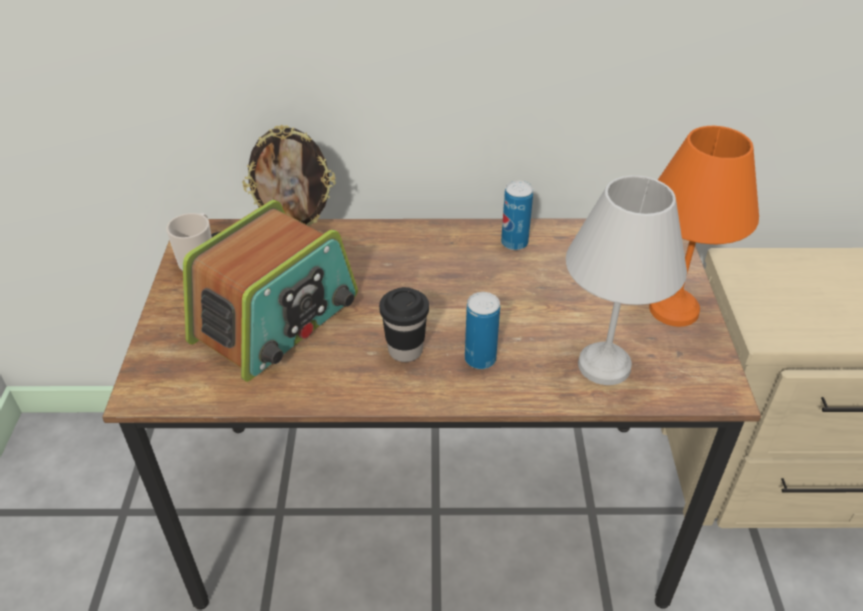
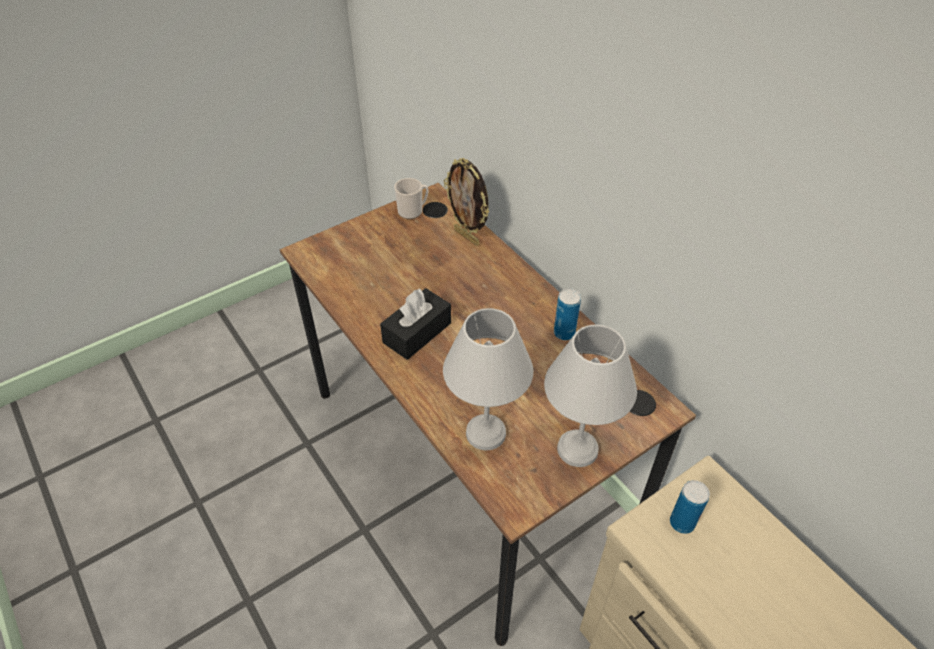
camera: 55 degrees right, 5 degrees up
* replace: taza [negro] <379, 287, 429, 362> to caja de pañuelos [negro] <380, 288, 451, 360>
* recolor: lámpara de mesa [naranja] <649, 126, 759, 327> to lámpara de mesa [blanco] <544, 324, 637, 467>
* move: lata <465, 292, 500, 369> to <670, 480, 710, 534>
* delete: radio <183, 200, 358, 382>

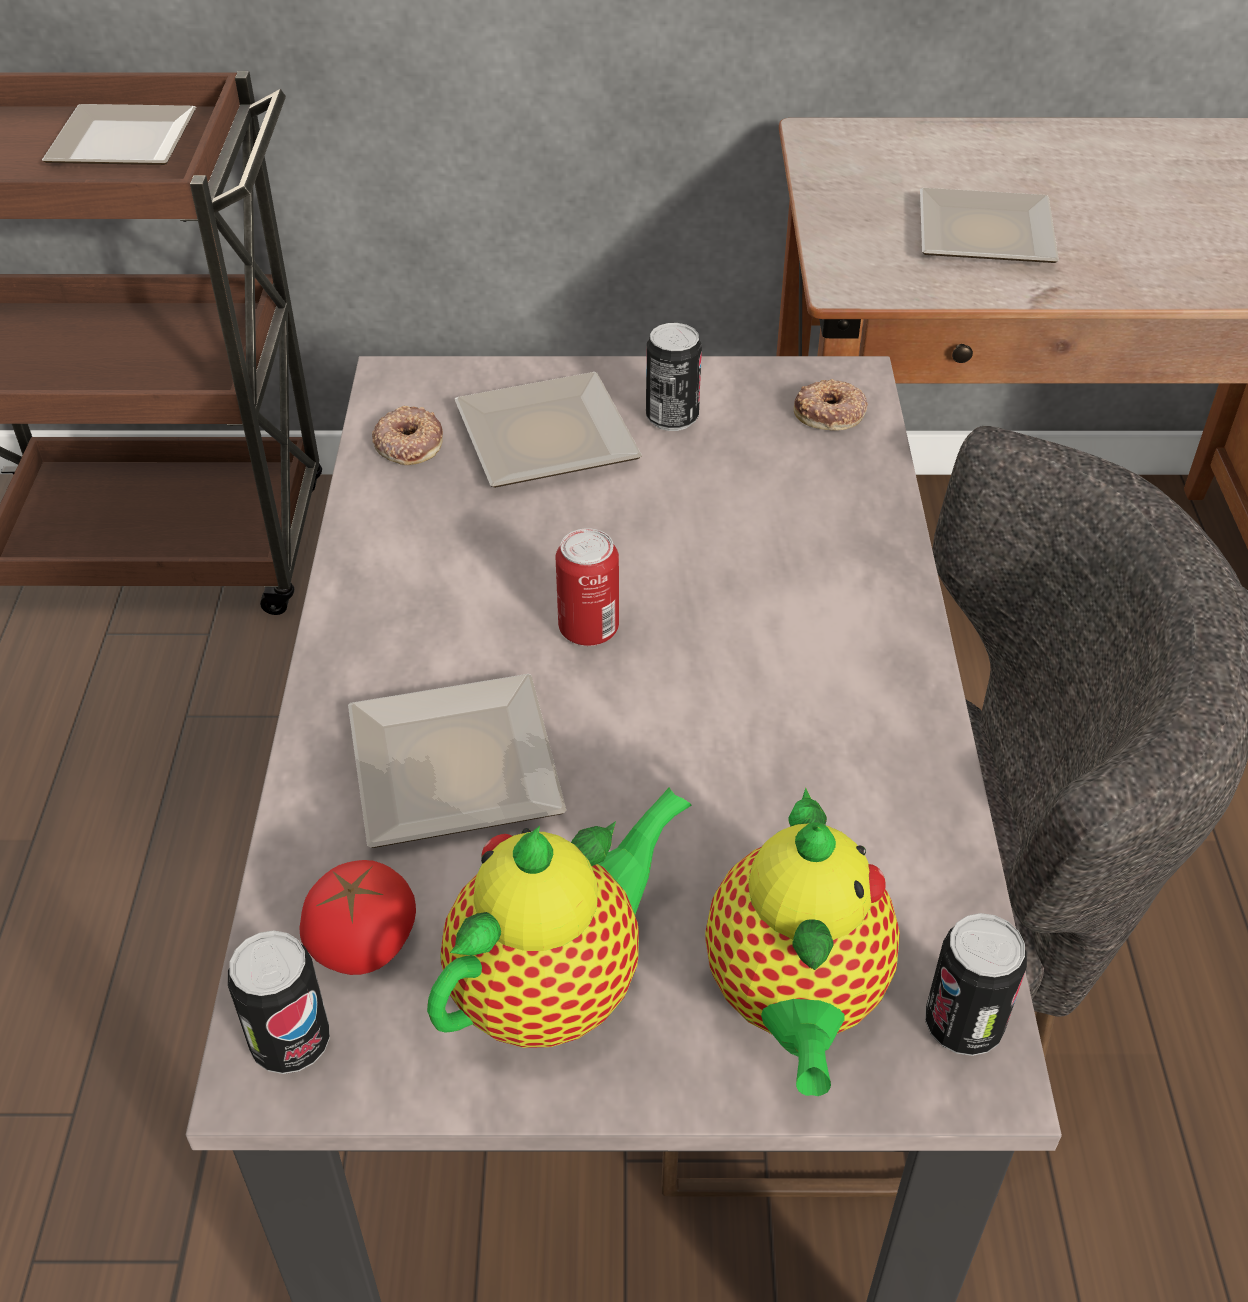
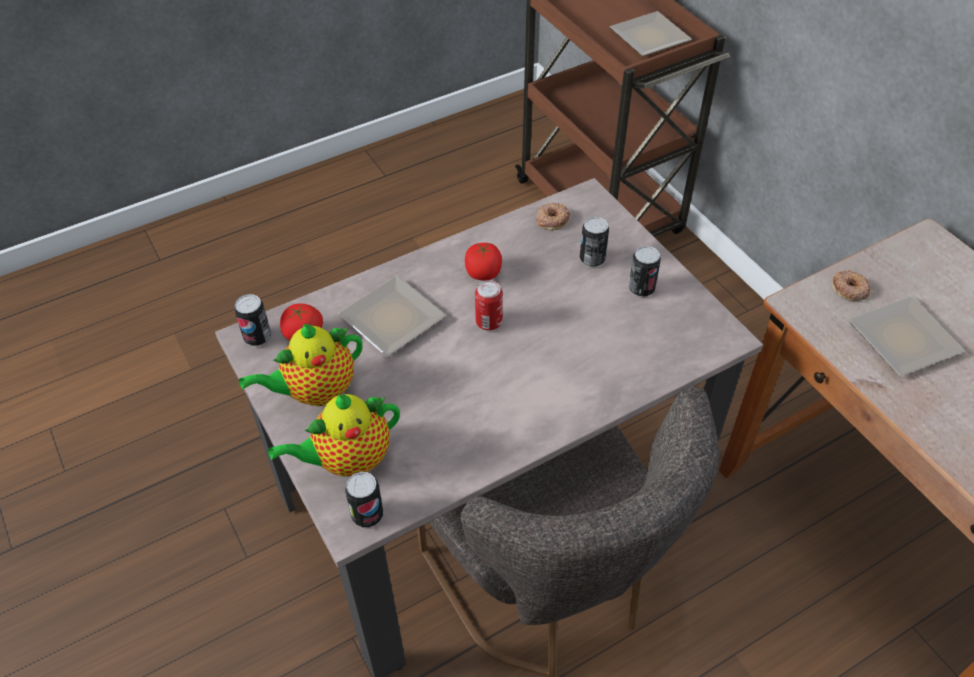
camera: 60 degrees right, 5 degrees up
* rotate: tetera <427, 788, 692, 1048> = <239, 324, 363, 406> 135 degrees clockwise
* insert: tomate <465, 243, 502, 281>
* replace: plato <455, 372, 642, 488> to lata <580, 217, 609, 267>
* move: rosquilla <794, 379, 868, 431> to <832, 270, 871, 301>

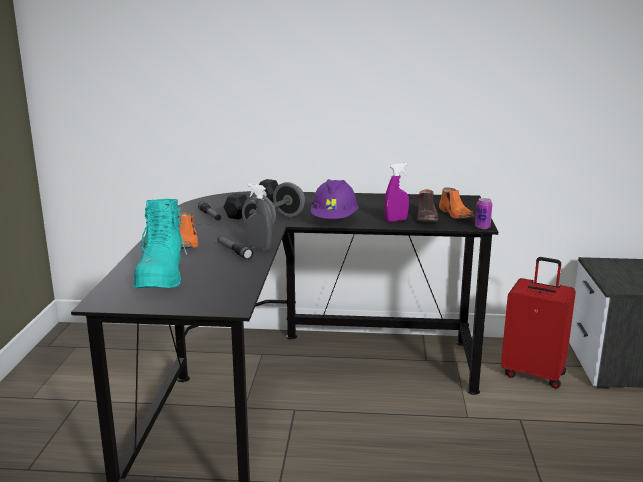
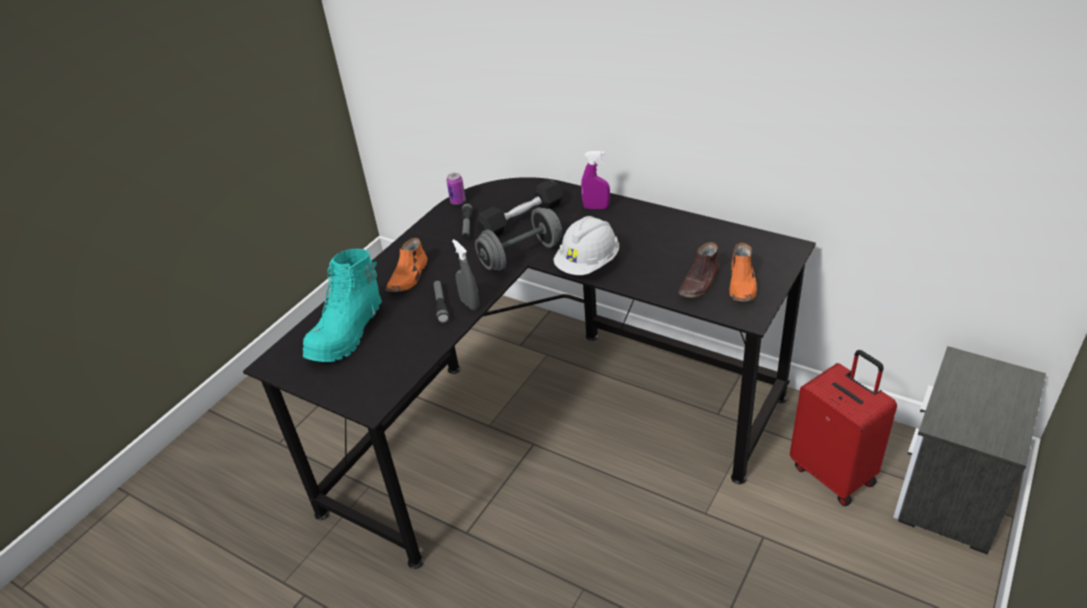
camera: 30 degrees right, 20 degrees up
* move: lata <475, 198, 492, 229> to <447, 173, 466, 205>
* recolor: casco [morado] <311, 179, 358, 219> to casco [blanco] <553, 216, 619, 275>
* move: pulverizador [morado] <385, 163, 409, 222> to <581, 151, 610, 209>

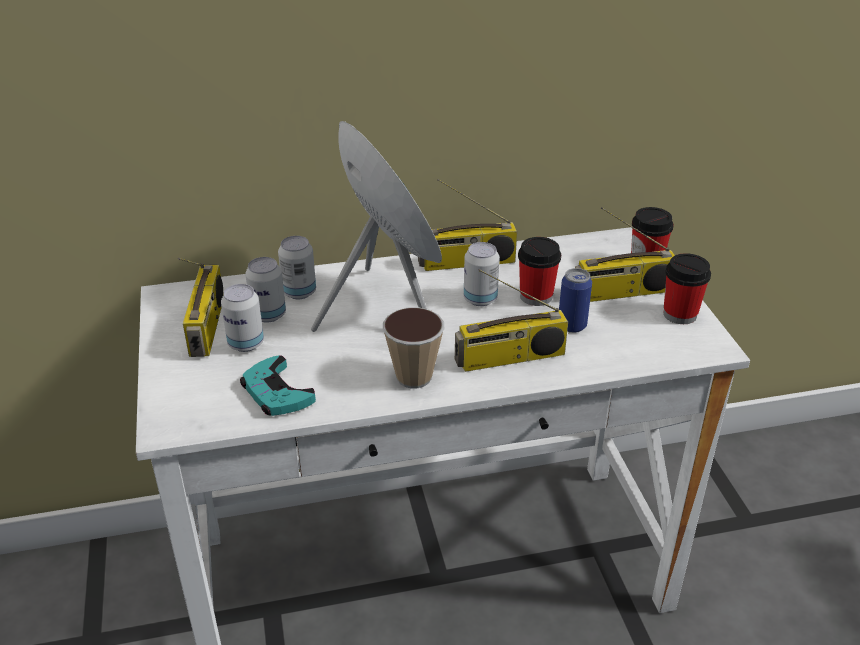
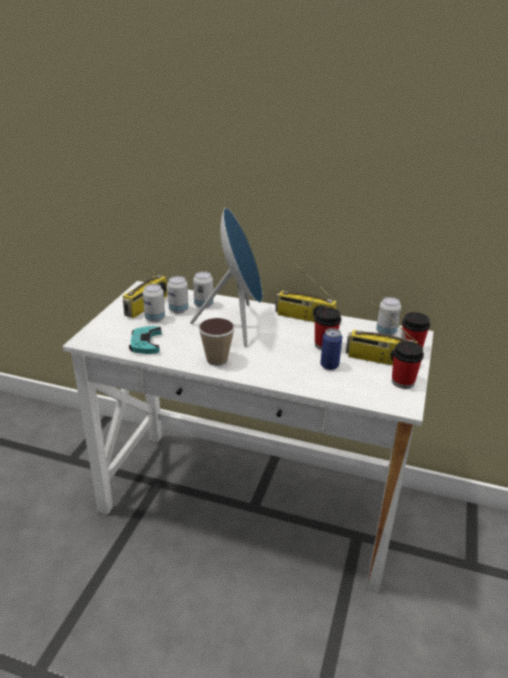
camera: 30 degrees right, 5 degrees down
* move: lata <464, 242, 500, 306> to <376, 297, 401, 336>
* delete: radio <455, 269, 568, 372>

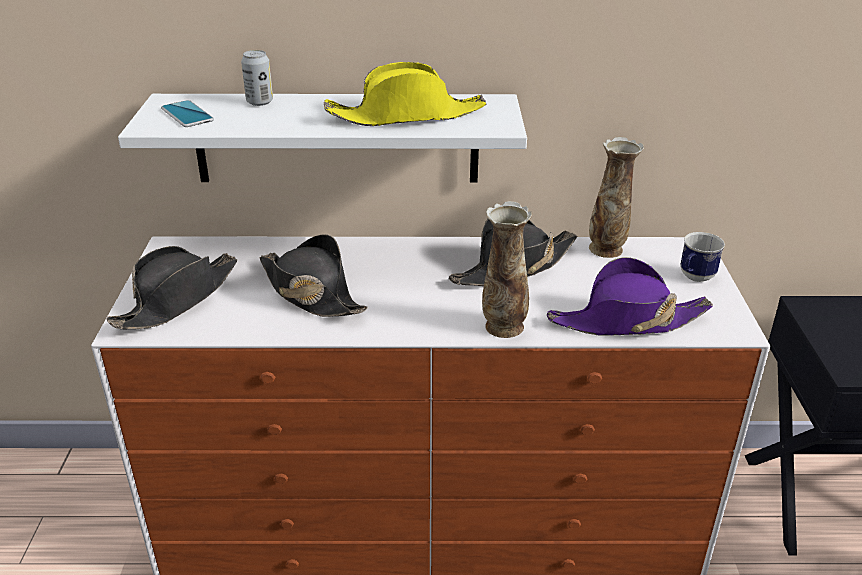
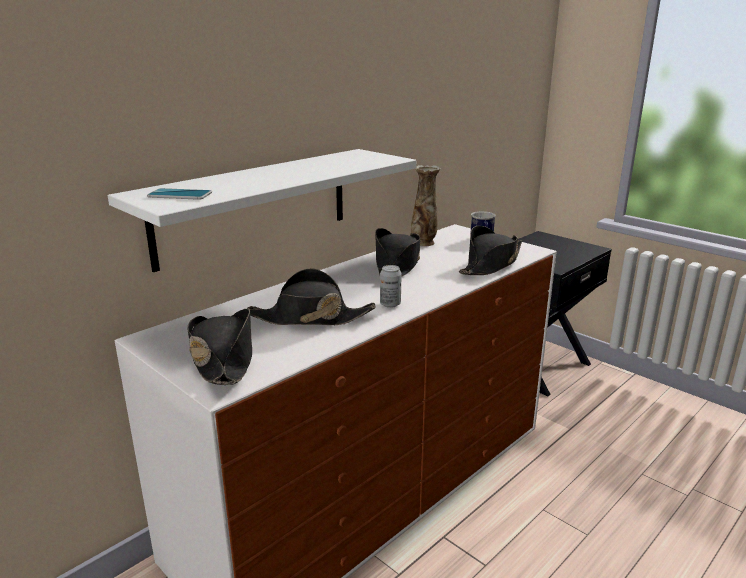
camera: 45 degrees left, 10 degrees down
* move: lata <241, 50, 273, 106> to <380, 265, 401, 308>
* recolor: sombrero [morado] <547, 257, 713, 335> to sombrero [negro] <459, 226, 522, 275>
* delete: sombrero [amarillo] <324, 62, 487, 126>
* delete: florero <482, 201, 532, 338>

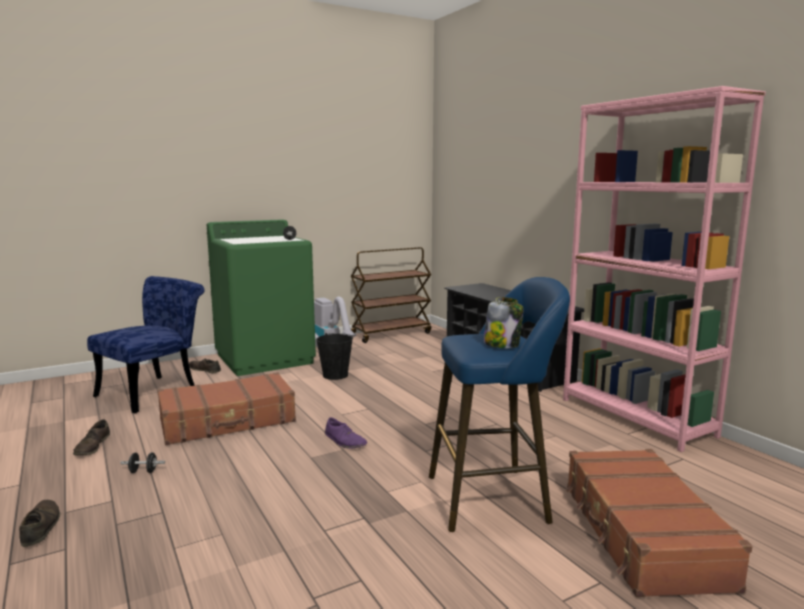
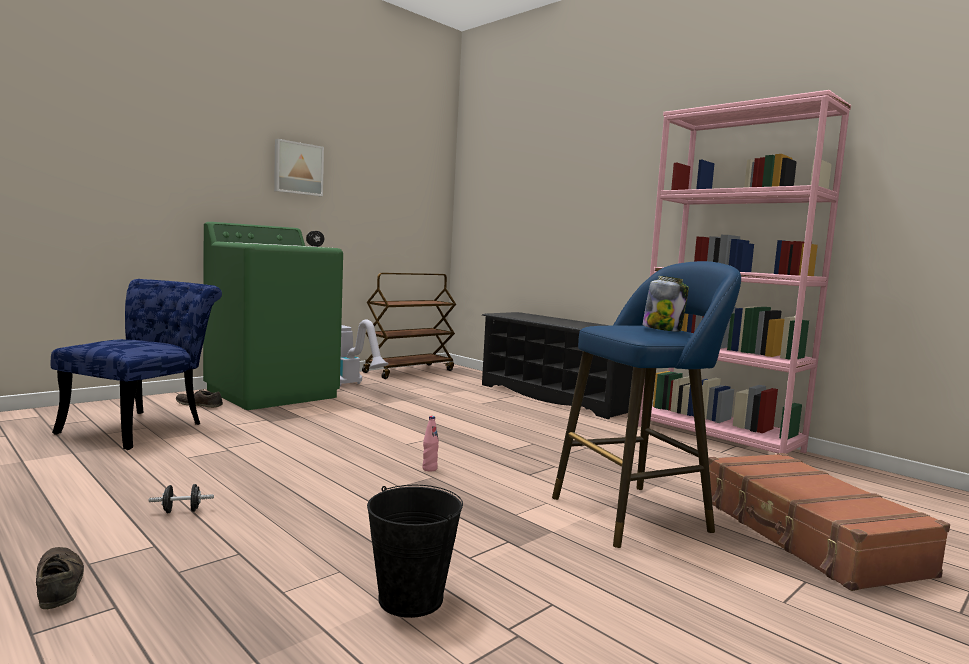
camera: 15 degrees left, 5 degrees down
* insert: cuadro <274, 139, 324, 196>
* move: cubo [negro] <316, 333, 353, 380> to <367, 485, 463, 618>
* replace: zapato [morado] <325, 417, 367, 449> to botella [rosa] <422, 416, 439, 472>
* delete: zapato [marrón] <73, 419, 110, 455>
* delete: maleta [marrón] <157, 372, 296, 445>

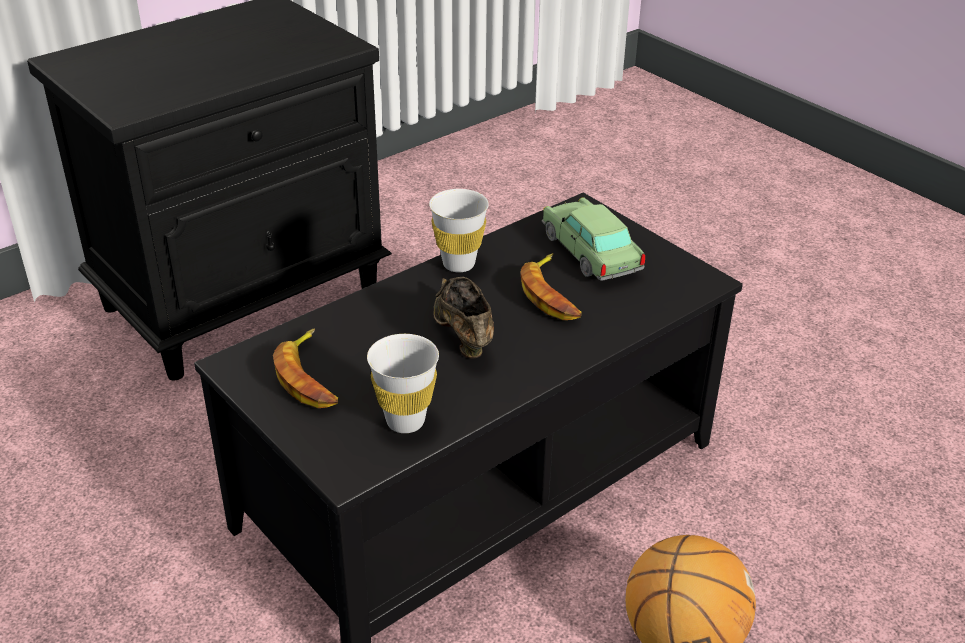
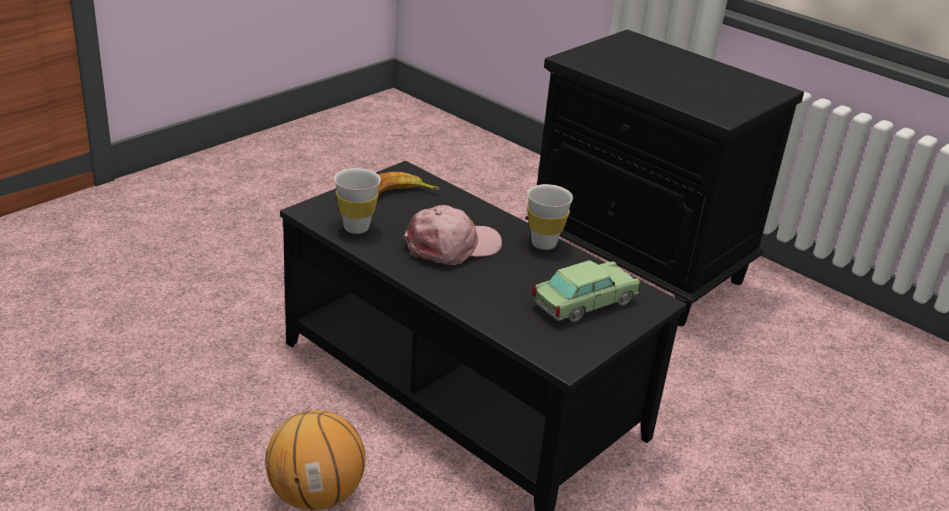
camera: 80 degrees right, 5 degrees down
* replace: zapato [marrón] <434, 277, 494, 359> to gorra [rosa] <404, 205, 502, 265>
* delete: plátano <521, 253, 582, 320>

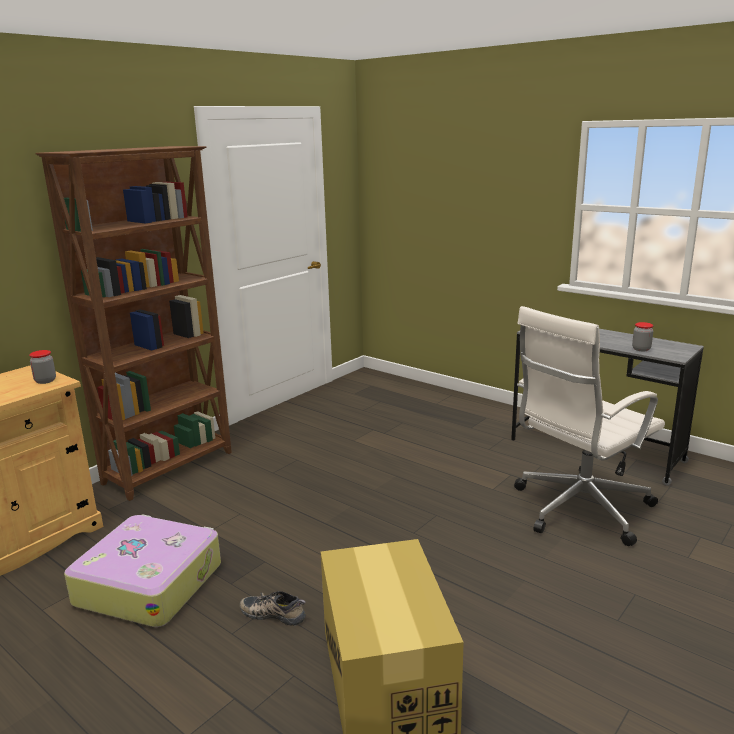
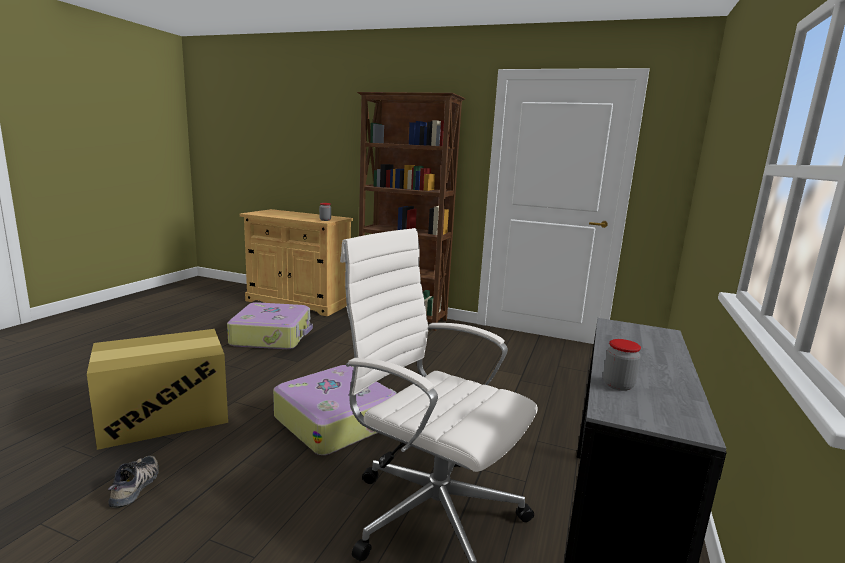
camera: 70 degrees right, 5 degrees down
* move: zapato <240, 591, 306, 626> to <108, 456, 159, 508>
* insert: maleta <273, 365, 397, 455>

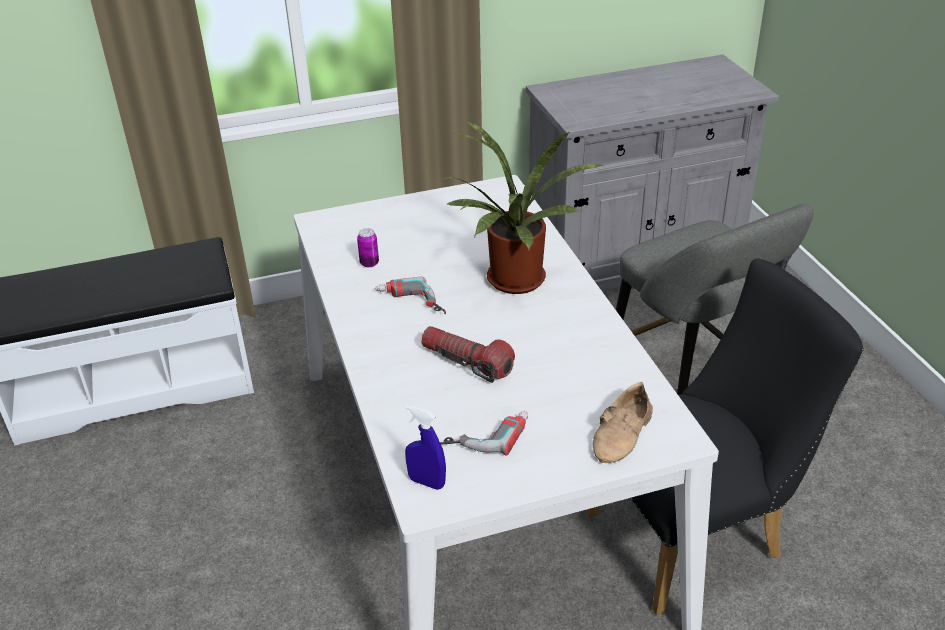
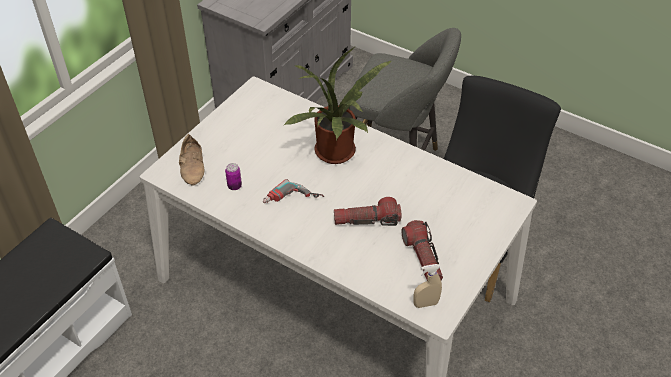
camera: 40 degrees left, 10 degrees up
* move: zapato [beis] <593, 382, 653, 463> to <179, 134, 204, 186>
* replace: taladro <440, 411, 528, 456> to linterna <401, 220, 443, 280>
* recolor: pulverizador [azul] <405, 405, 446, 490> to pulverizador [beis] <413, 264, 442, 308>

